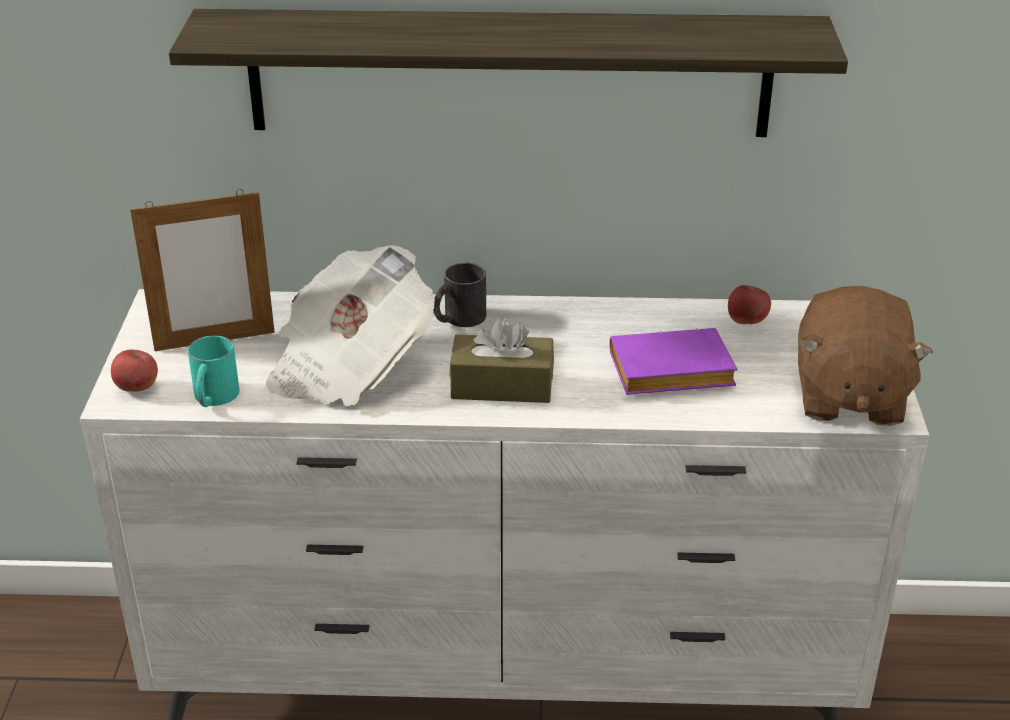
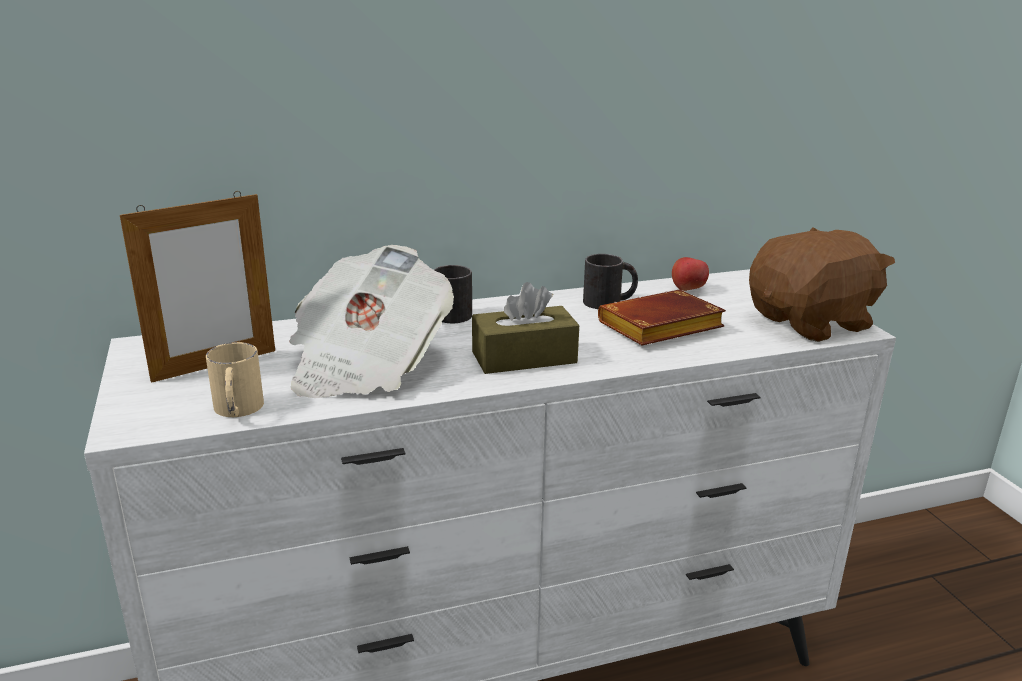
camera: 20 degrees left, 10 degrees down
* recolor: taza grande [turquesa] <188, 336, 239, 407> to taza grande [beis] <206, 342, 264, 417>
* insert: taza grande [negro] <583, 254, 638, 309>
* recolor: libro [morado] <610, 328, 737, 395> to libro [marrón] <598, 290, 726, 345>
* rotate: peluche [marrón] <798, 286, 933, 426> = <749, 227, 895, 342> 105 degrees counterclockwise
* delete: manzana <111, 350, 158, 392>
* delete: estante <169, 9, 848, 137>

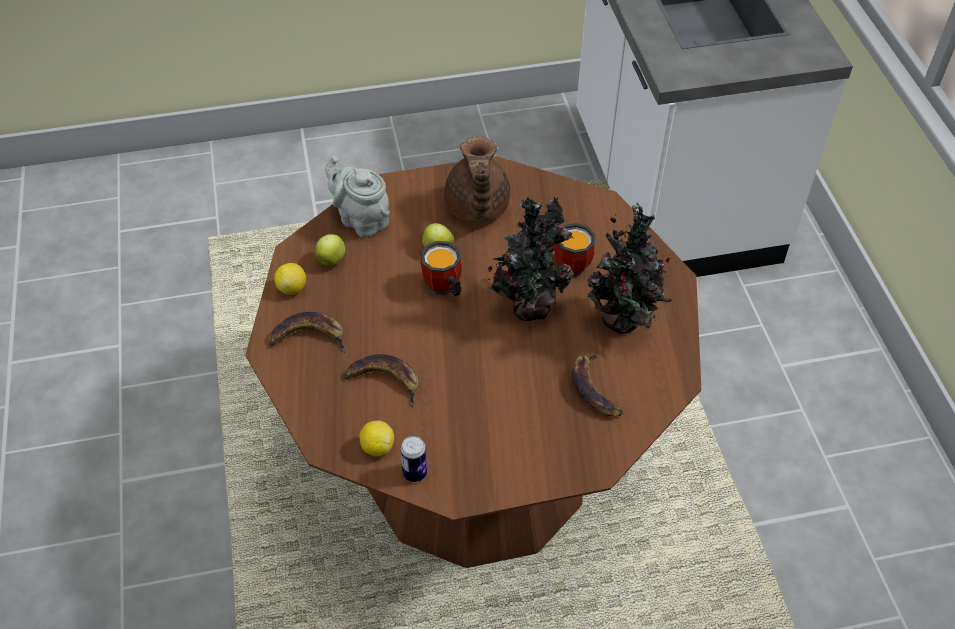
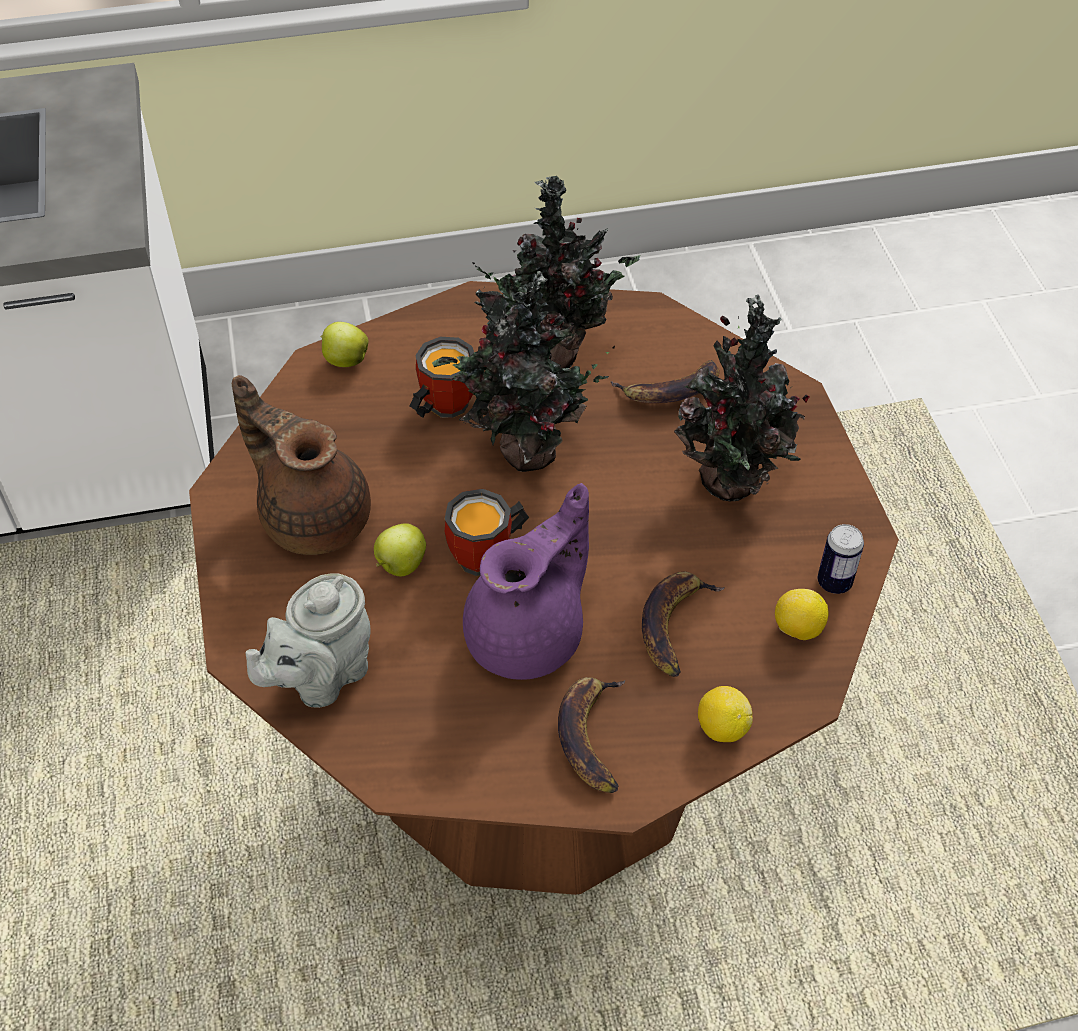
camera: 90 degrees left, 0 degrees up
* rotate: tetera [marrón] <444, 137, 511, 223> = <232, 375, 371, 555> 135 degrees counterclockwise
* move: manzana <315, 234, 345, 266> to <321, 322, 369, 367>
* insert: tetera [morado] <463, 483, 589, 680>
* insert: planta en maceta <674, 294, 810, 501>
* move: limón <274, 263, 306, 295> to <698, 686, 753, 742>

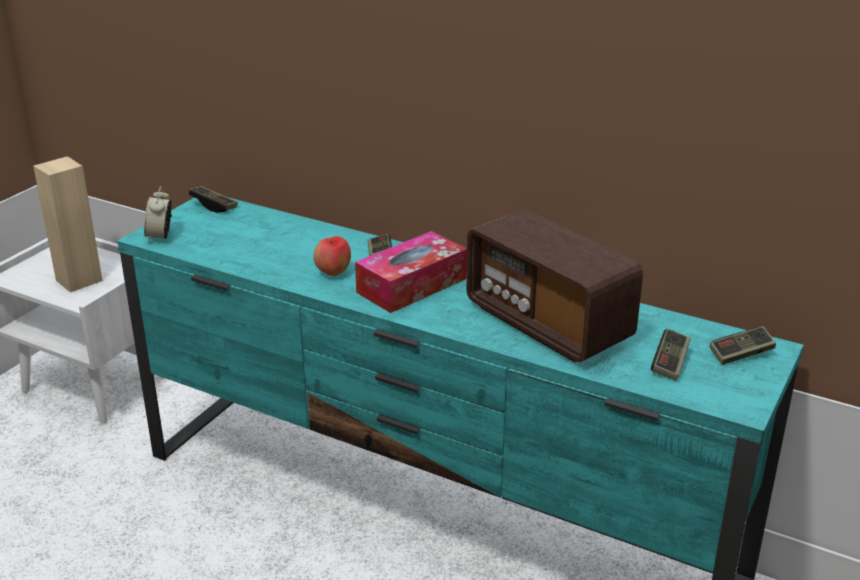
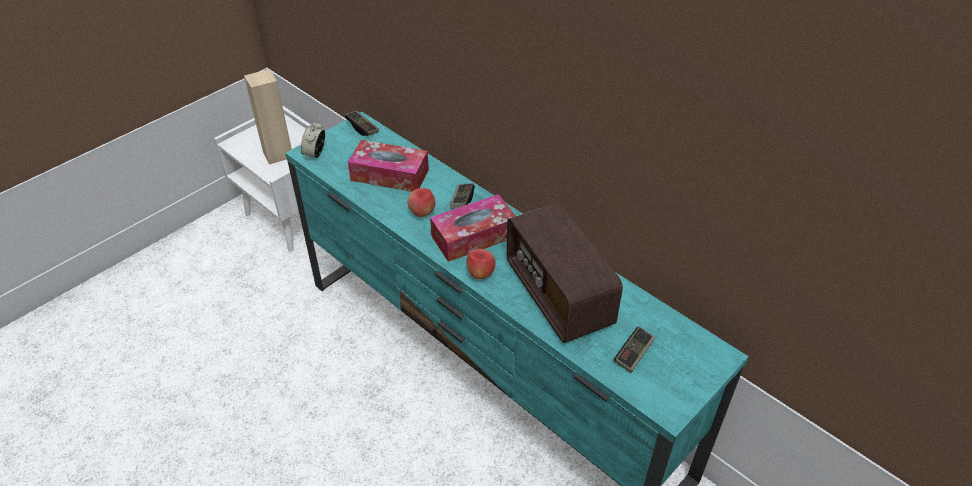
camera: 15 degrees right, 15 degrees up
* insert: caja de pañuelos <348, 140, 429, 192>
* insert: manzana <466, 249, 496, 279>
* delete: mando de consola <710, 326, 776, 365>

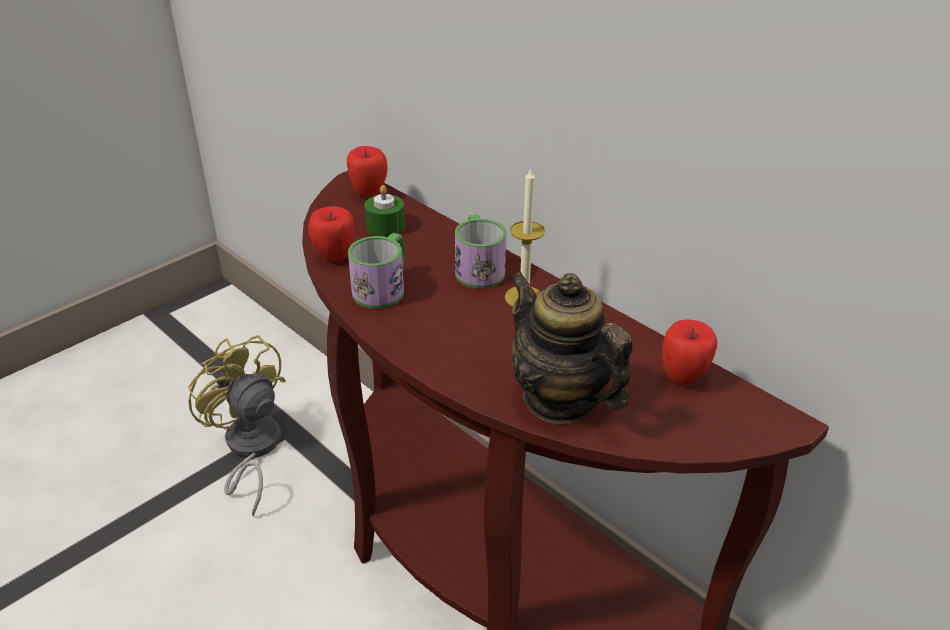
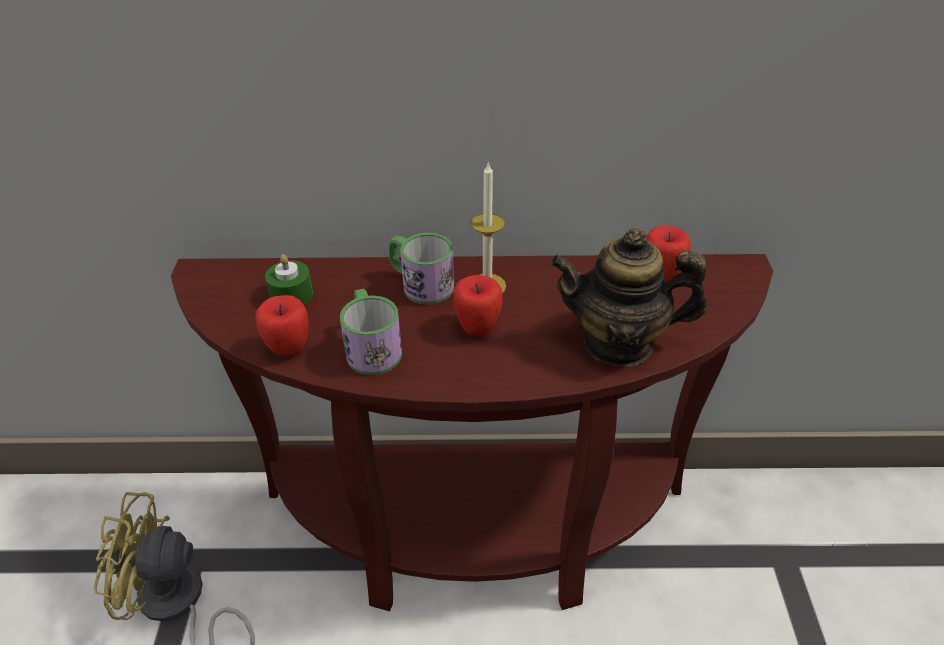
camera: 45 degrees left, 5 degrees up
* move: manzana <347, 146, 388, 198> to <453, 274, 502, 336>

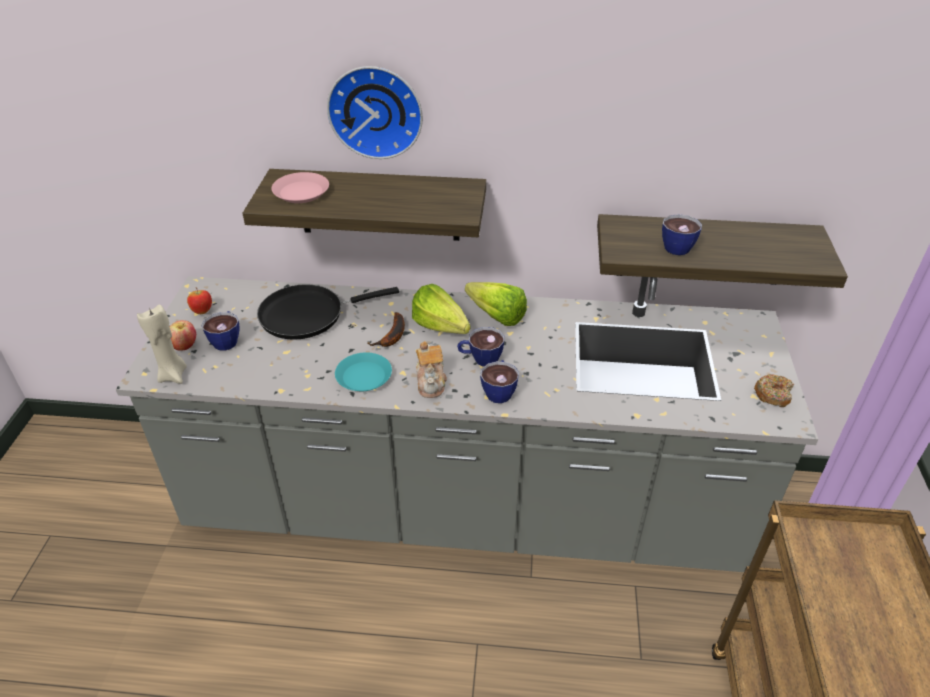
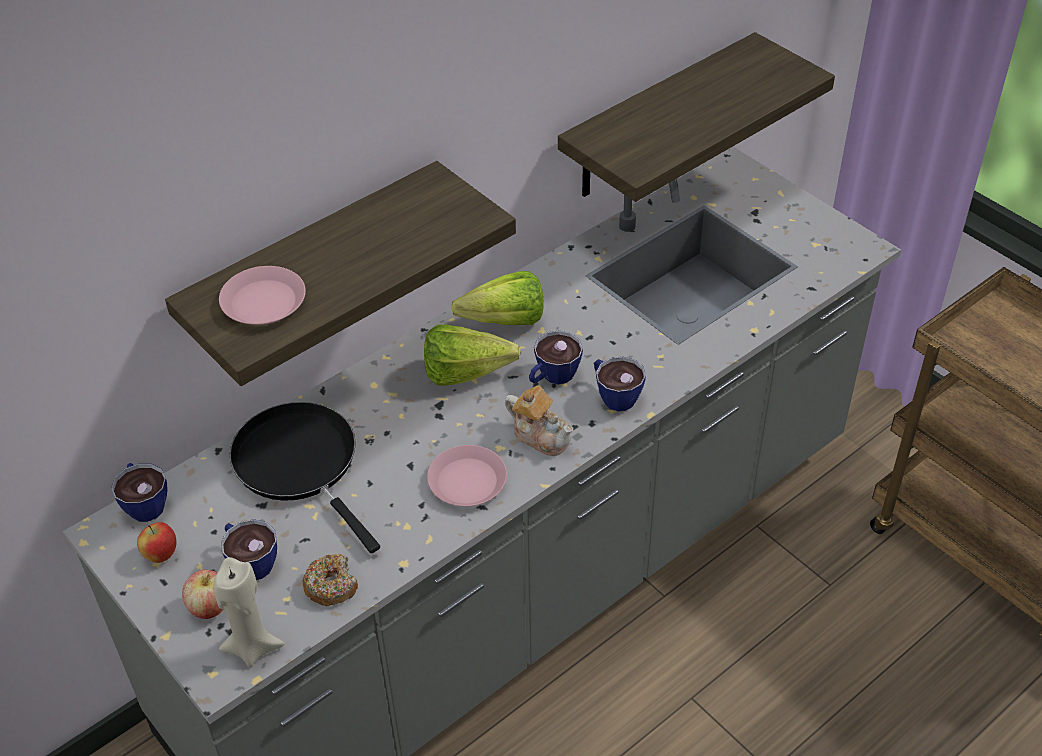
camera: 45 degrees left, 5 degrees up
* move: taza <662, 214, 702, 255> to <111, 463, 168, 522>
* rotate: sartén [negro] <257, 284, 399, 340> = <230, 402, 380, 553> 120 degrees clockwise
* move: rosquilla <754, 374, 794, 407> to <302, 554, 358, 606>
* recolor: plato [turquesa] <335, 353, 392, 391> to plato [rosa] <427, 445, 507, 507>
* delete: reloj de pared <327, 66, 423, 159>
* delete: plátano <368, 312, 405, 347>

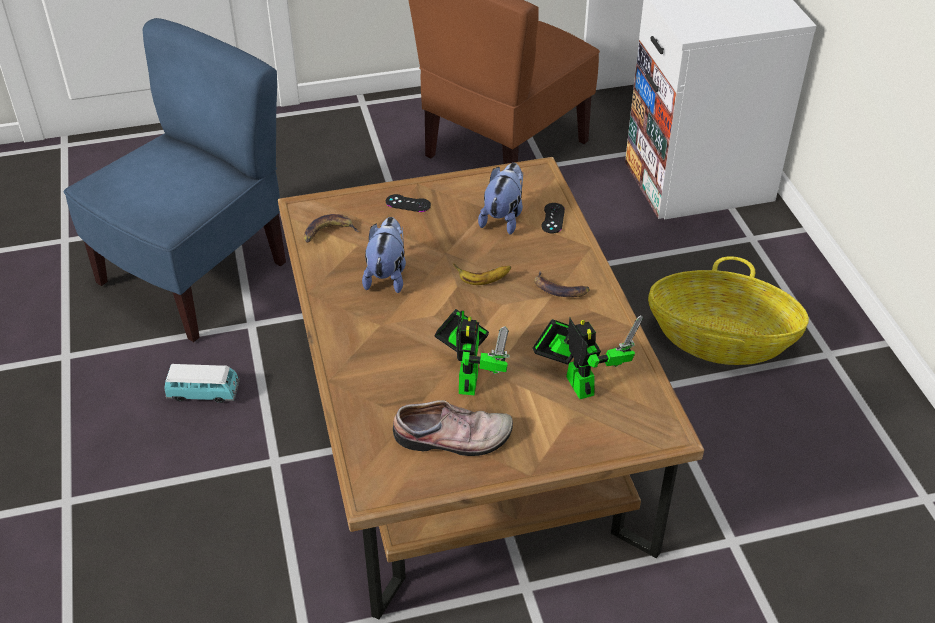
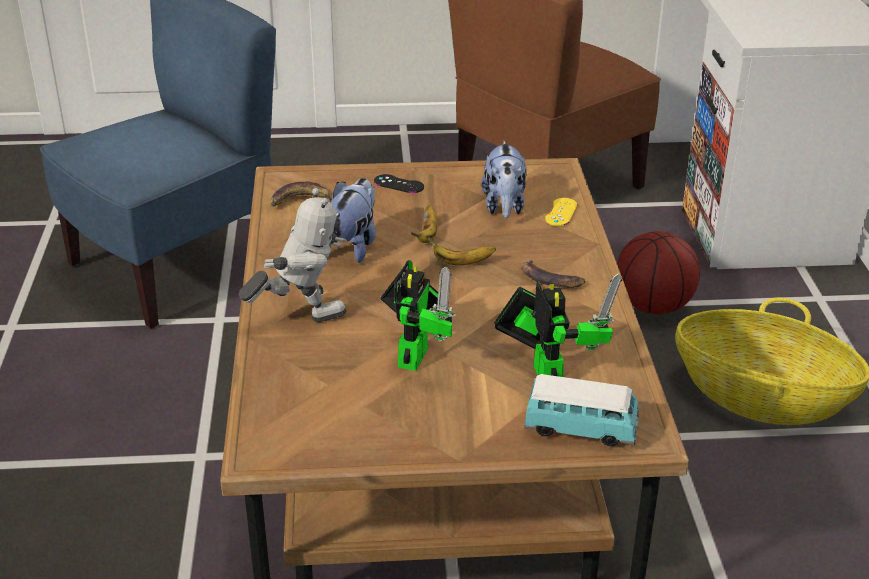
camera: 10 degrees right, 10 degrees down
* insert: robot de juguete <239, 188, 347, 322>
* insert: plátano <411, 205, 438, 243>
* rotate: peluche <478, 163, 523, 235> = <481, 140, 527, 218> 150 degrees clockwise
* move: coche de juguete <164, 364, 240, 403> to <524, 374, 639, 446>
* recolor: mando de consola [negro] <541, 203, 565, 233> to mando de consola [amarillo] <545, 198, 577, 226>
* insert: balón de baloncesto <617, 231, 700, 315>
* delete: zapato <393, 400, 513, 456>

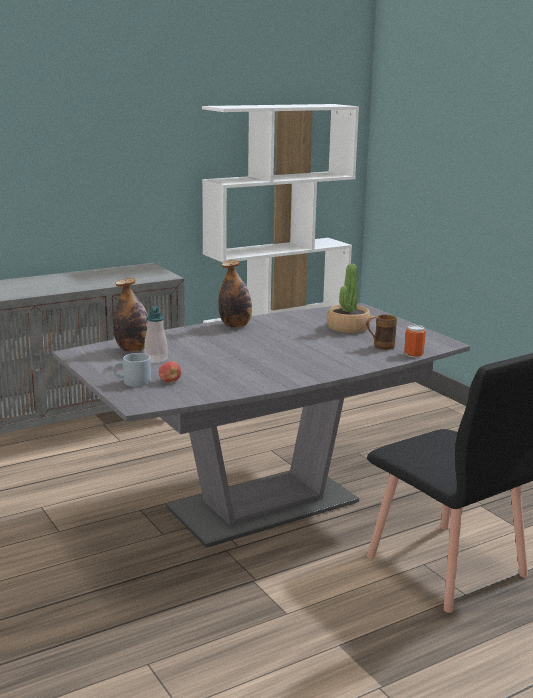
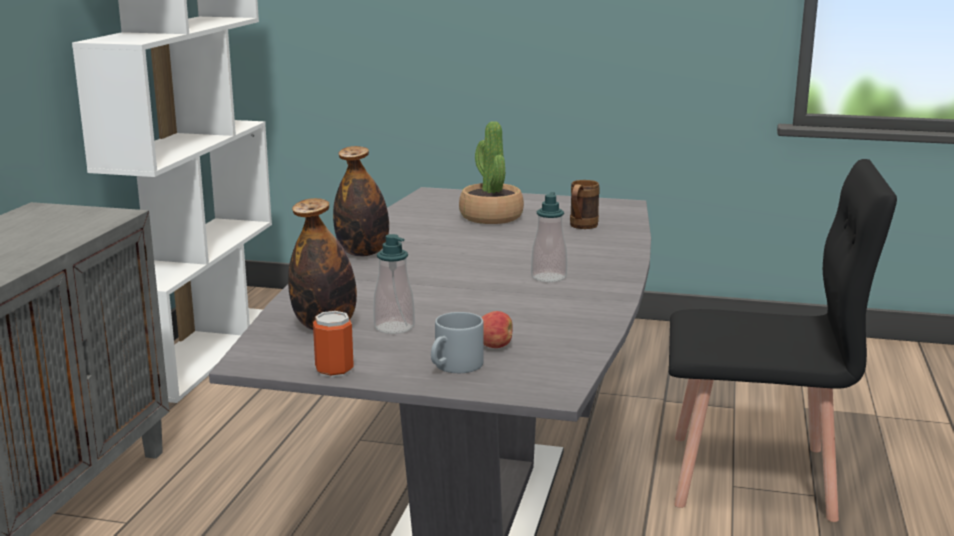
camera: 45 degrees left, 0 degrees up
* move: lata <404, 325, 426, 357> to <313, 311, 354, 377>
* insert: dispensador de jabón <531, 192, 567, 282>

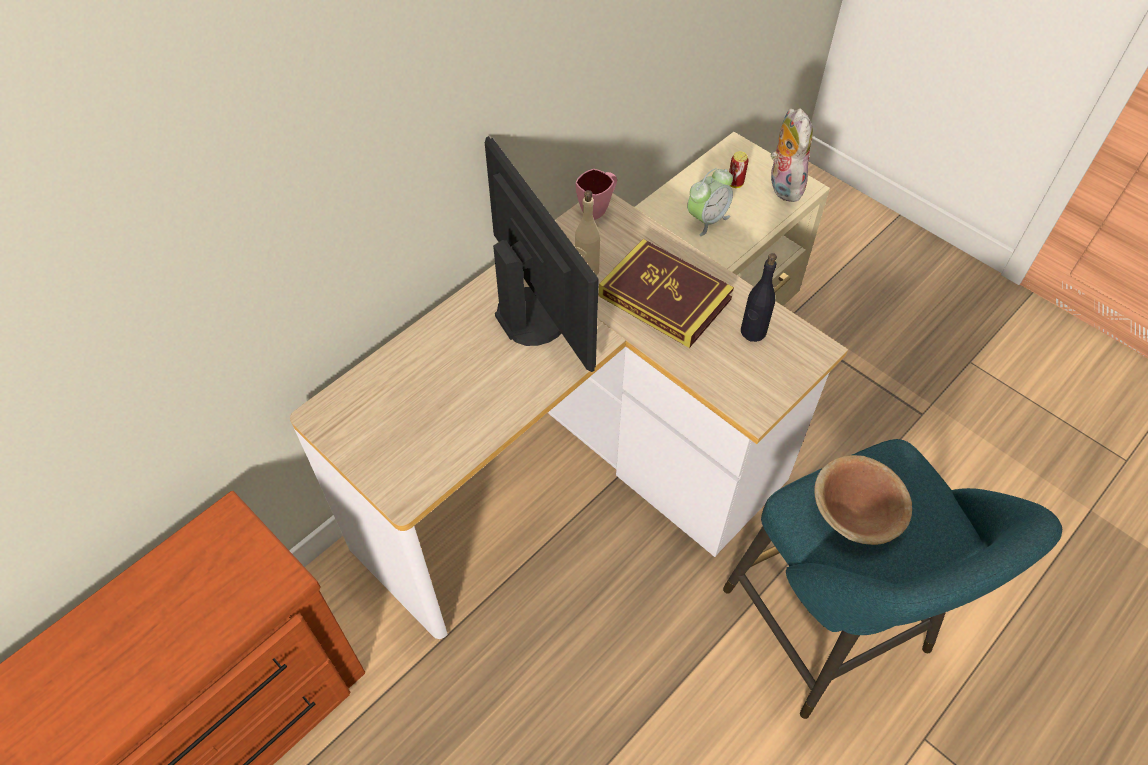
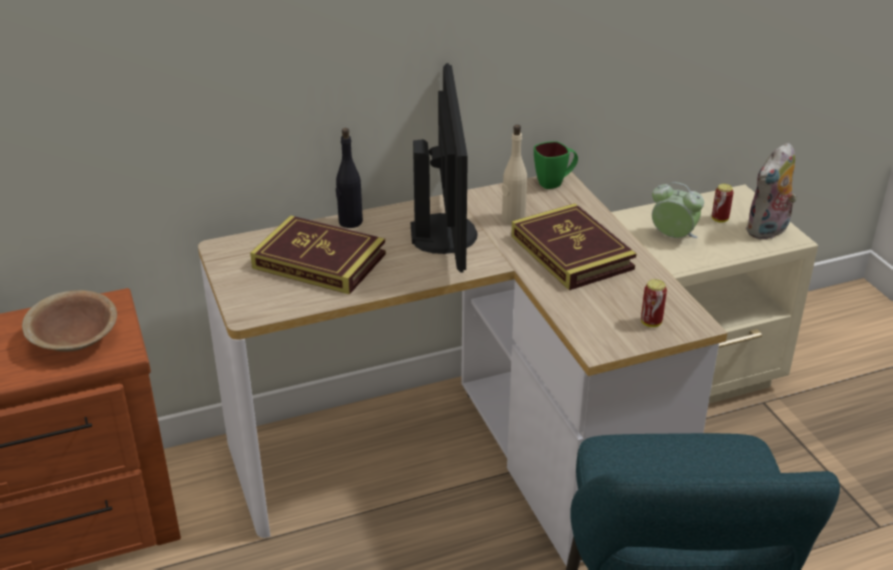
camera: 25 degrees right, 20 degrees down
* move: cuenco [marrón] <814, 455, 912, 545> to <22, 290, 117, 352>
* insert: libro <250, 215, 386, 295>
* move: botella [negro] <741, 253, 777, 342> to <336, 128, 363, 228>
* recolor: taza grande [rosa] <576, 169, 617, 220> to taza grande [verde] <534, 141, 578, 189>
* insert: lata <641, 279, 667, 327>
* rotate: despertador <687, 168, 733, 236> = <652, 182, 704, 238> 135 degrees counterclockwise
* rotate: peluche <771, 108, 813, 202> = <745, 143, 797, 240> 150 degrees counterclockwise

